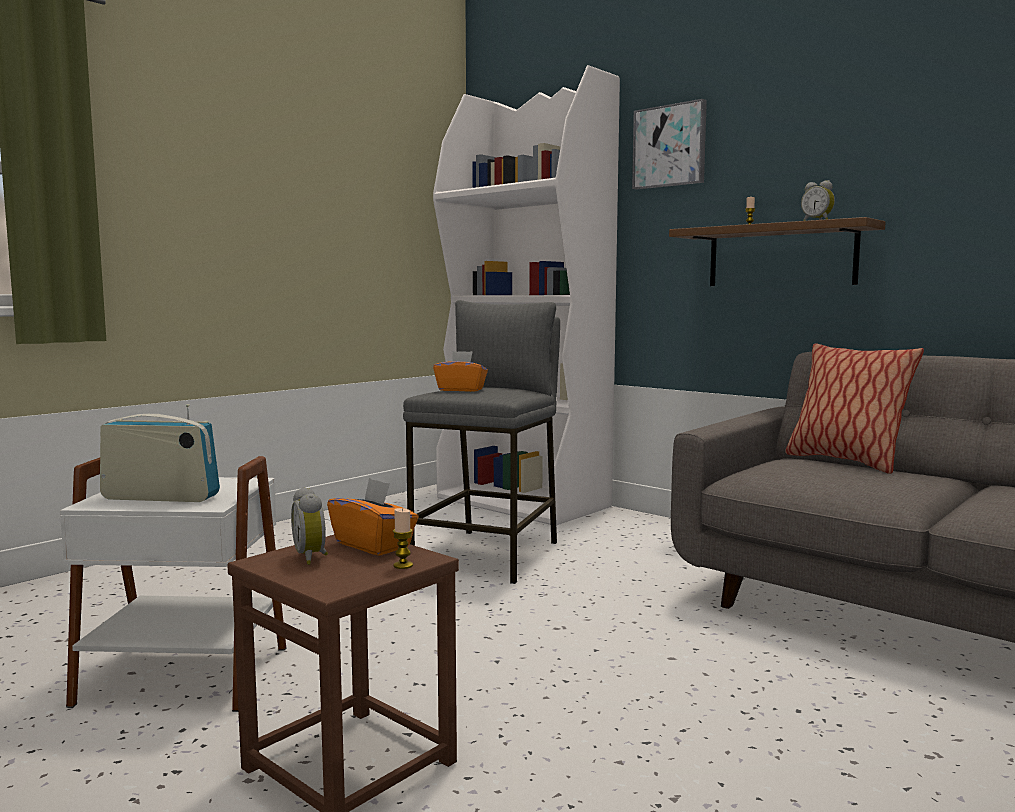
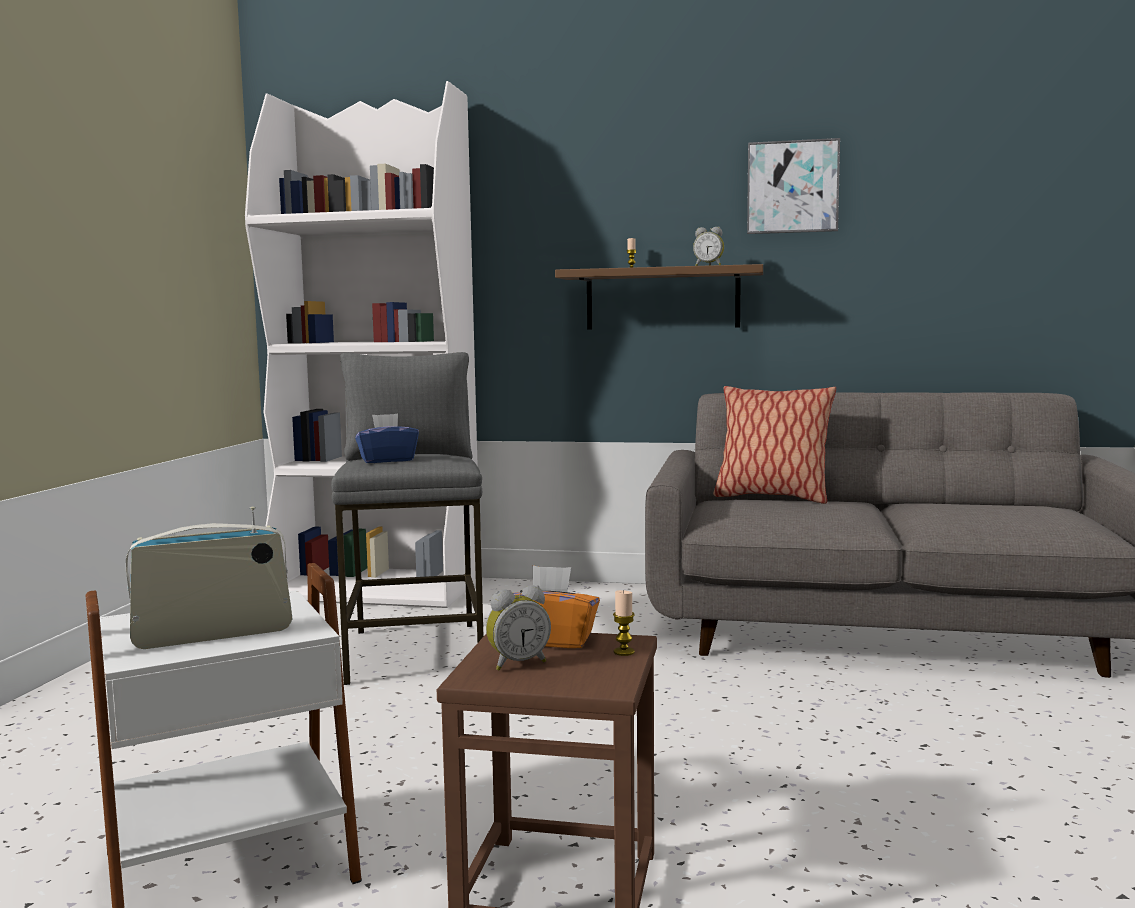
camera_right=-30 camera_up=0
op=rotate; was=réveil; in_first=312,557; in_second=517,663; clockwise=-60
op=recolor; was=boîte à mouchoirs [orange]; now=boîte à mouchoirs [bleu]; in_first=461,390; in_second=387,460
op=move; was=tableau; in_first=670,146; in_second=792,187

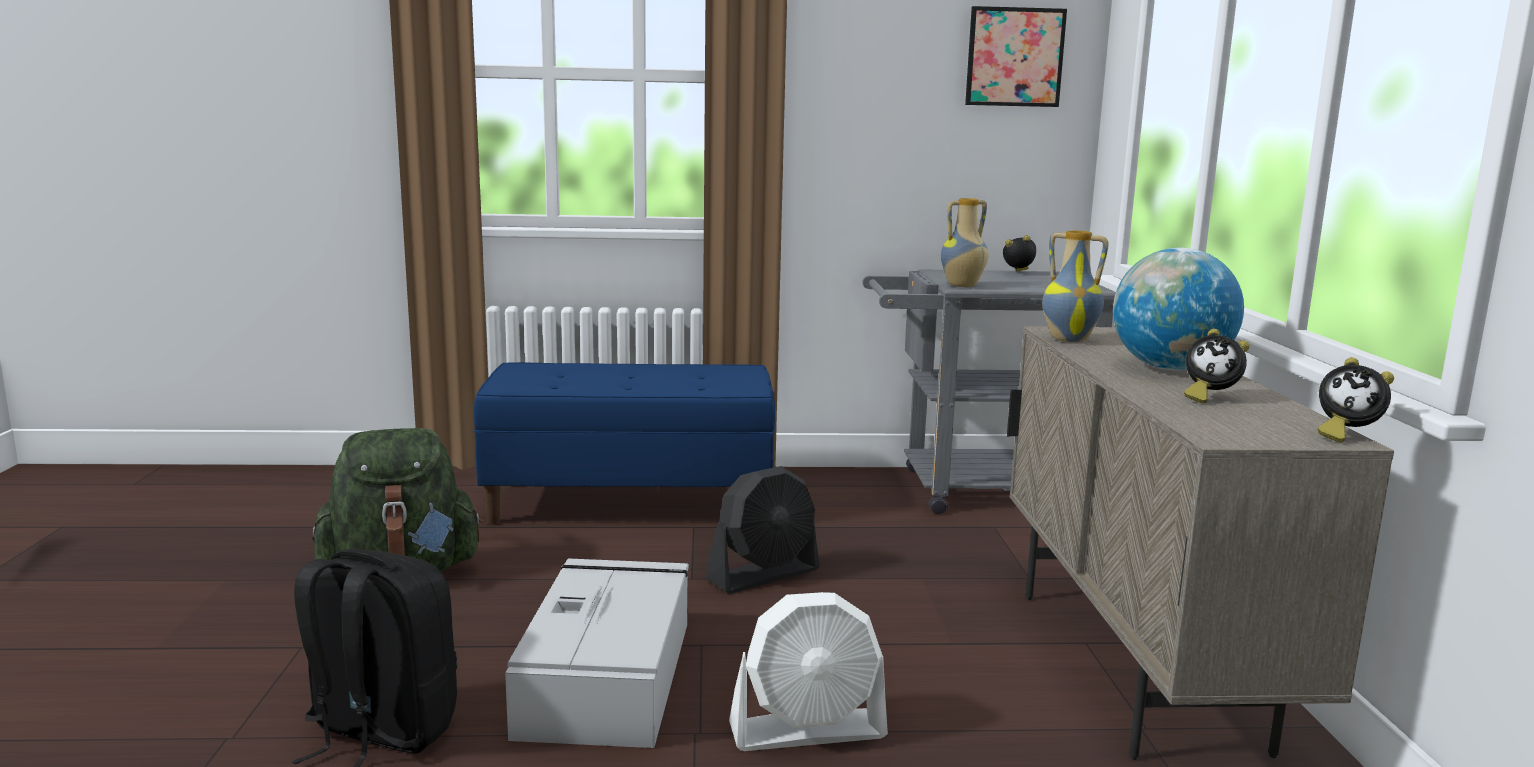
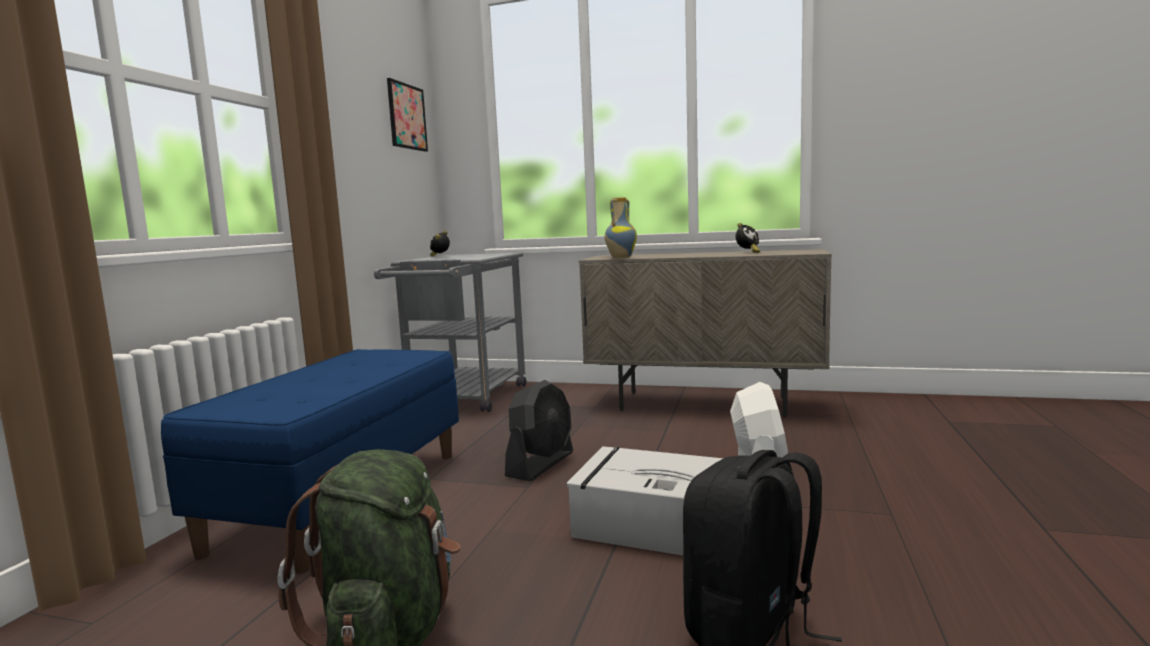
camera_right=-70 camera_up=-5
op=rotate; was=ventilateur [noir]; in_first=764,575; in_second=541,464; clockwise=45
op=delete; was=vase; in_first=962,286
op=delete; was=globe; in_first=1169,368
op=delete; was=réveil; in_first=1345,435

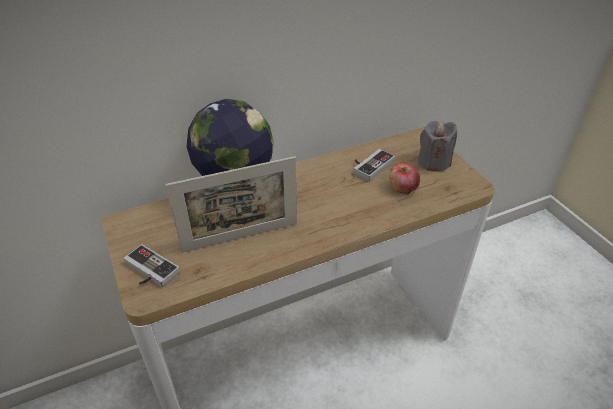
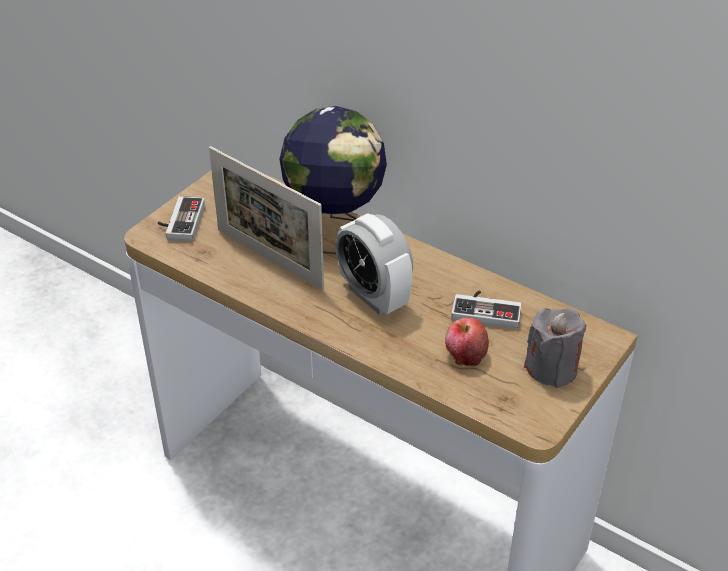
camera_right=60 camera_up=0
op=insert; now=réveil; in_second=373,296

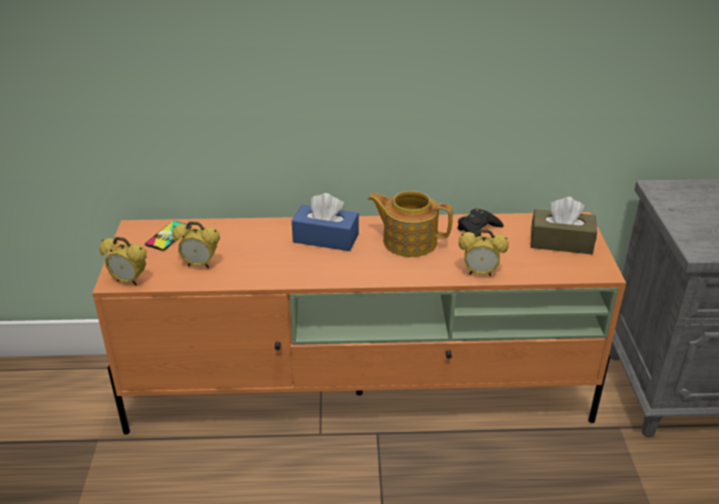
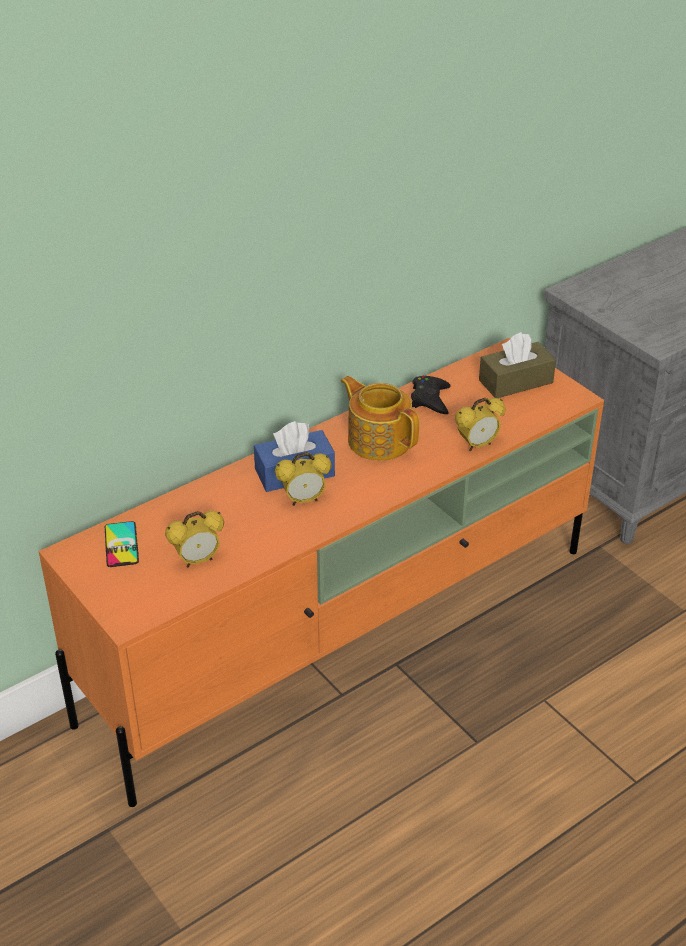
camera_right=-35 camera_up=5
op=move; was=réveil; in_first=129,281; in_second=304,500
op=rotate; was=théière; in_first=408,241; in_second=378,440; clockwise=60

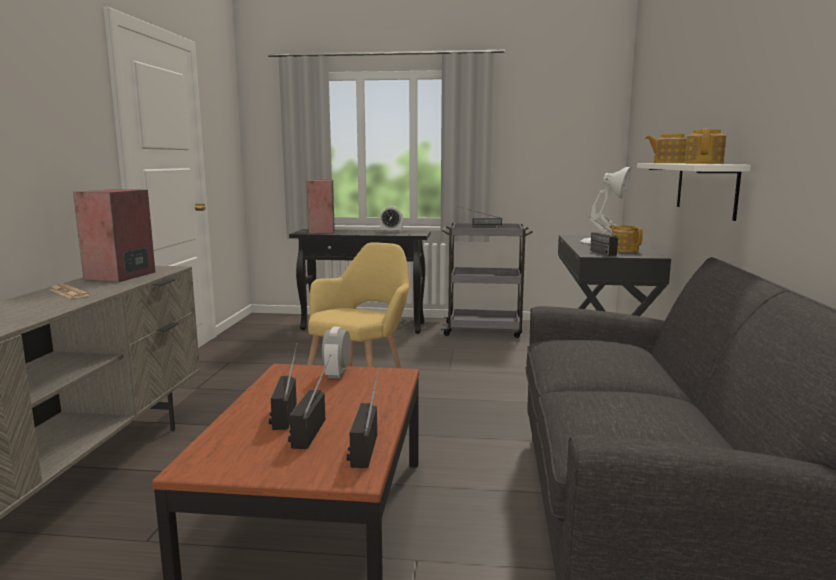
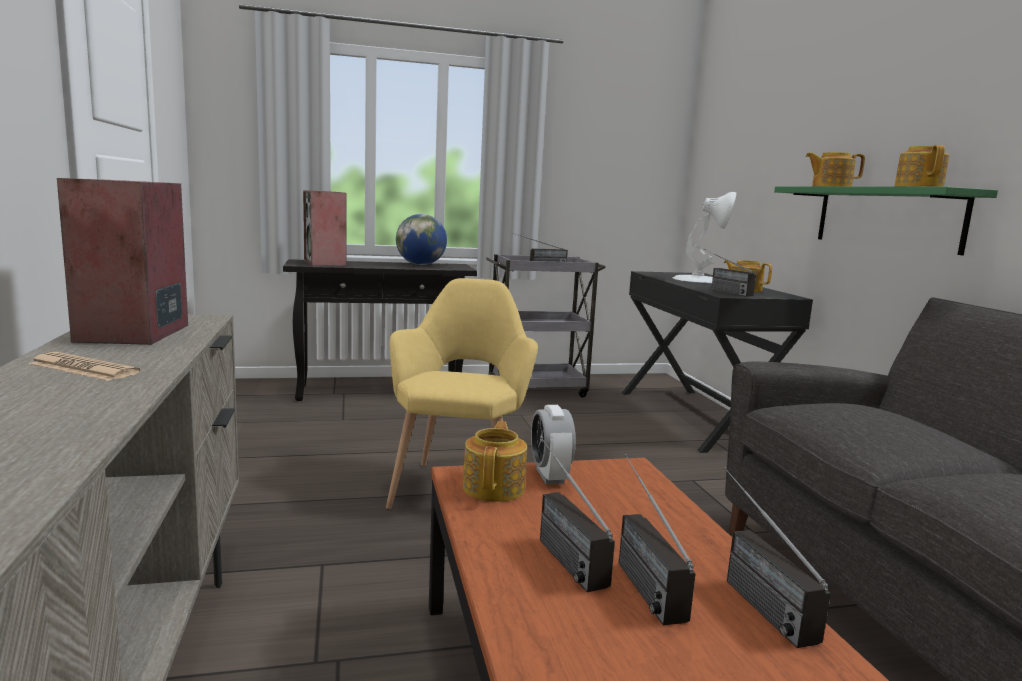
camera_right=-20 camera_up=0
op=replace; was=réveil; now=globe; in_first=391,232; in_second=420,265
op=recolor; was=étagère [blanc]; now=étagère [vert]; in_first=705,188; in_second=886,218
op=insert; now=théière; in_second=495,487

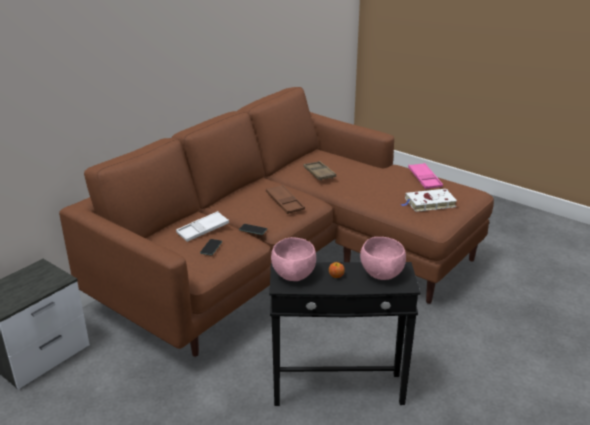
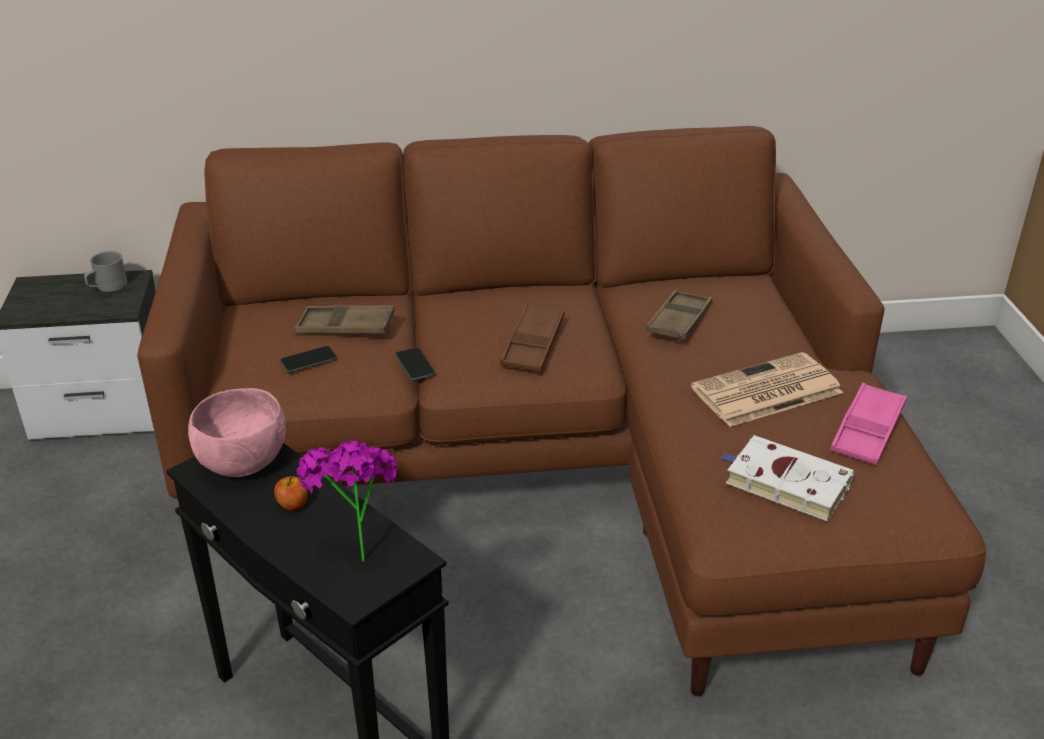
camera_right=45 camera_up=5
op=recolor; was=plateau [blanc]; now=plateau [marron]; in_first=203,230; in_second=345,327
op=replace; was=bol [rose]; now=plante en pot; in_first=381,274; in_second=356,549
op=insert; now=mug [gris]; in_second=107,287
op=insert; now=journal; in_second=765,391

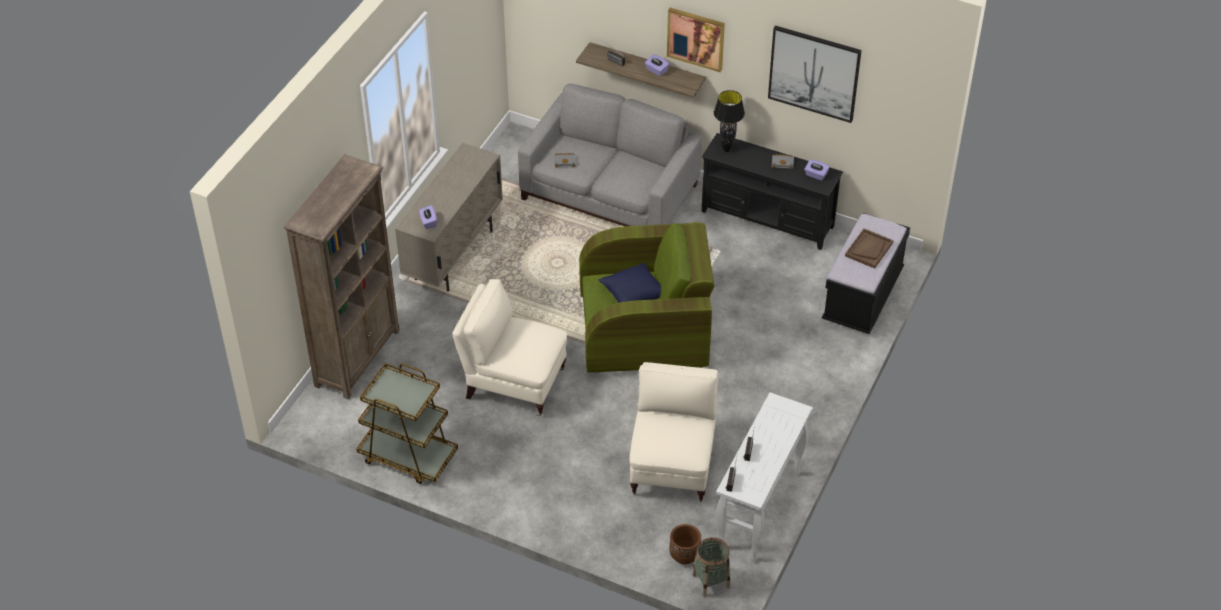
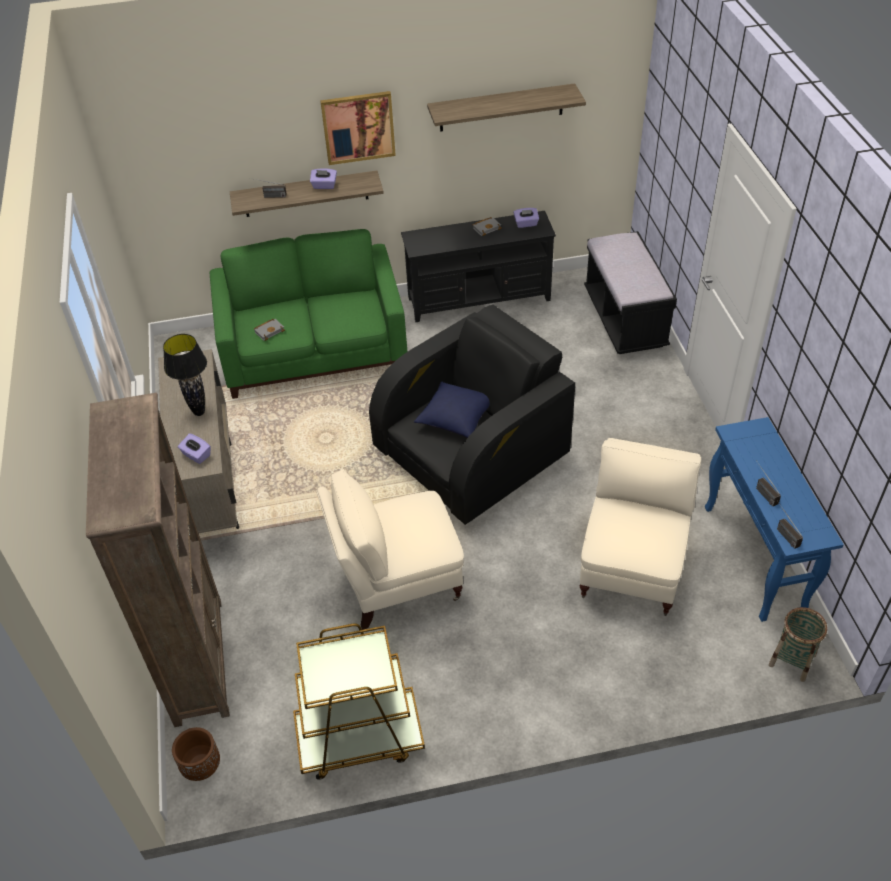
camera_right=-35 camera_up=0
op=recolor; was=canapé [gris]; now=canapé [vert]; in_first=609,192; in_second=313,349
op=recolor; was=fauteuil [vert]; now=fauteuil [noir]; in_first=644,330; in_second=473,453
op=rotate; was=fauteuil [beige]; in_first=673,464; in_second=633,565; clockwise=45
op=move; was=cache-pot [marron]; in_first=684,555; in_second=201,766
op=move; was=lampe de table [noir]; in_first=726,150; in_second=199,412
op=recolor; was=table console [blanc]; now=table console [bleu]; in_first=759,511; in_second=754,559
op=replace; was=tableau; now=étagère; in_first=814,73; in_second=501,108
op=delete; was=plateau [marron]; in_first=868,249

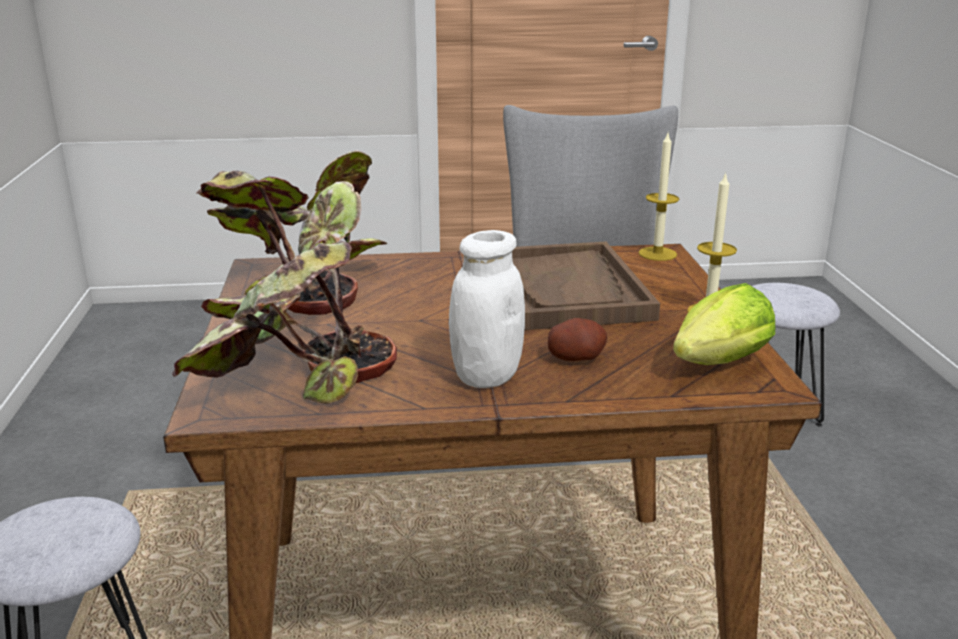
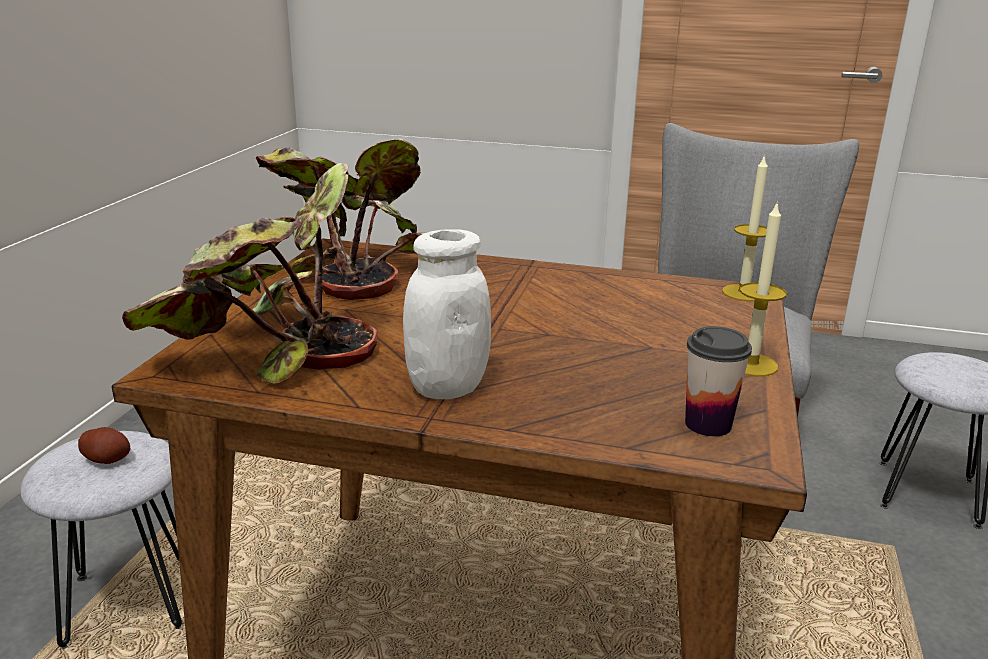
camera_right=20 camera_up=0
op=delete; was=plateau [marron]; in_first=565,290
op=move; was=pomme de terre; in_first=576,358; in_second=107,459
op=replace; was=laitue; now=tasse; in_first=716,365; in_second=708,424

